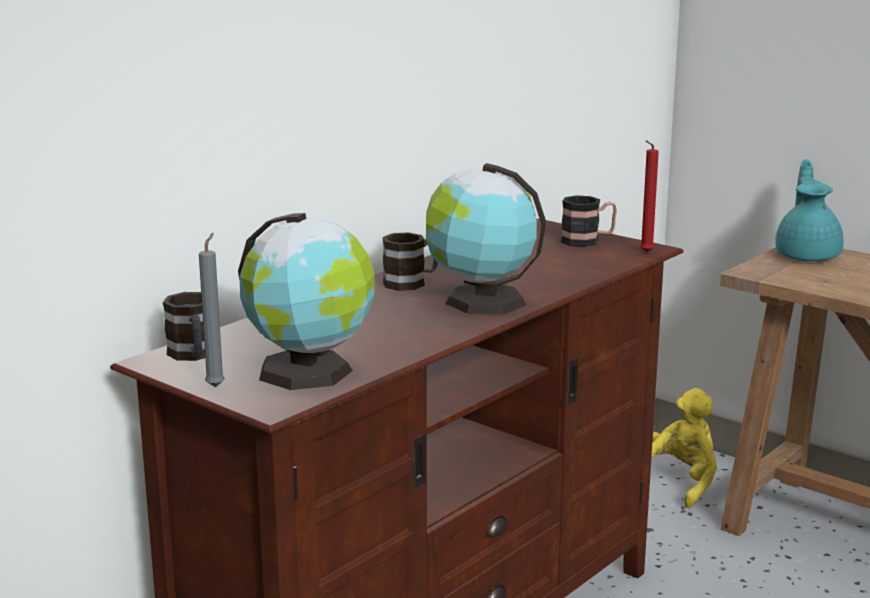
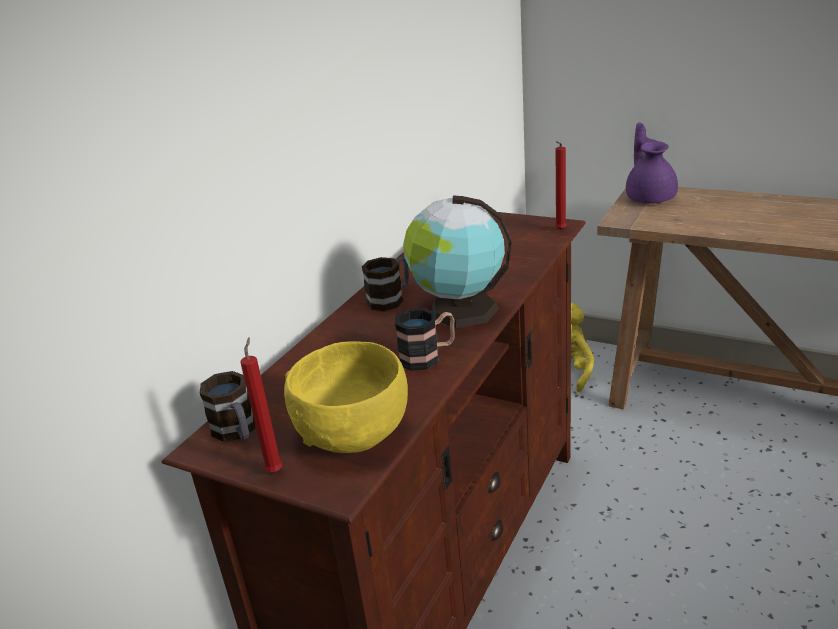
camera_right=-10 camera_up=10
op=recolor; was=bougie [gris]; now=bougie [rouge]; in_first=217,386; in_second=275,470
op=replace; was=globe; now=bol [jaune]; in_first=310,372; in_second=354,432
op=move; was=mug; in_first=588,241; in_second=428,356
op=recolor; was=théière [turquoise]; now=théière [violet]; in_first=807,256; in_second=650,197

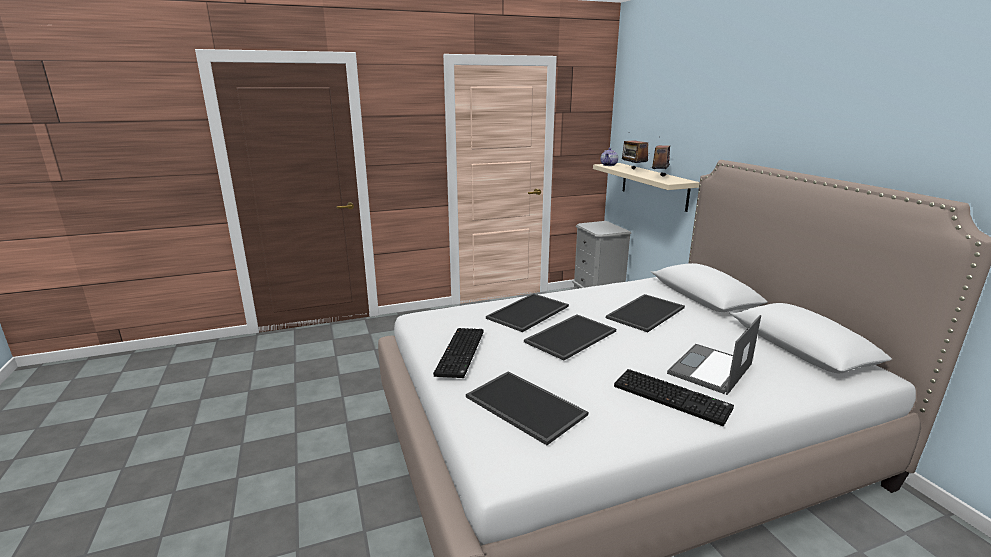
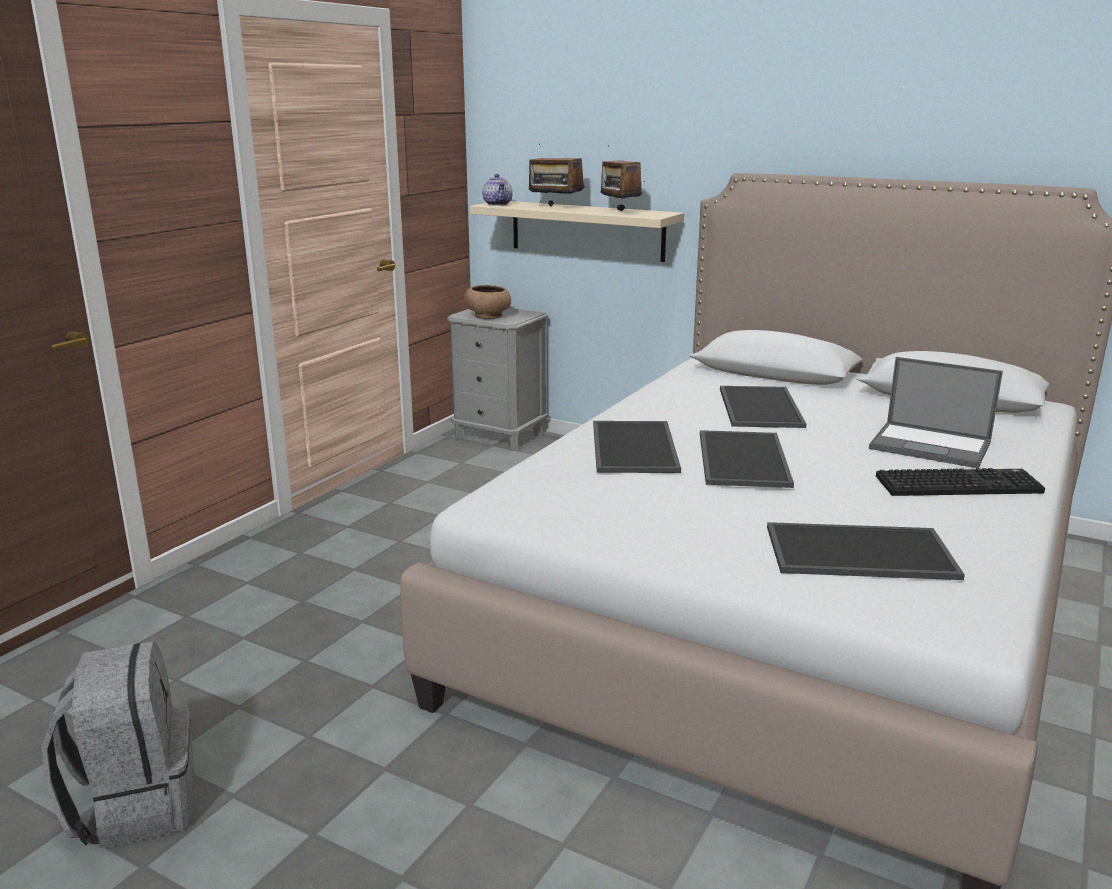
camera_right=-40 camera_up=0
op=delete; was=clavier; in_first=461,353
op=rotate; was=ordinateur portable; in_first=710,369; in_second=931,446; clockwise=-60
op=insert; now=sac à dos [gris]; in_second=135,804
op=insert; now=bol [marron]; in_second=488,316

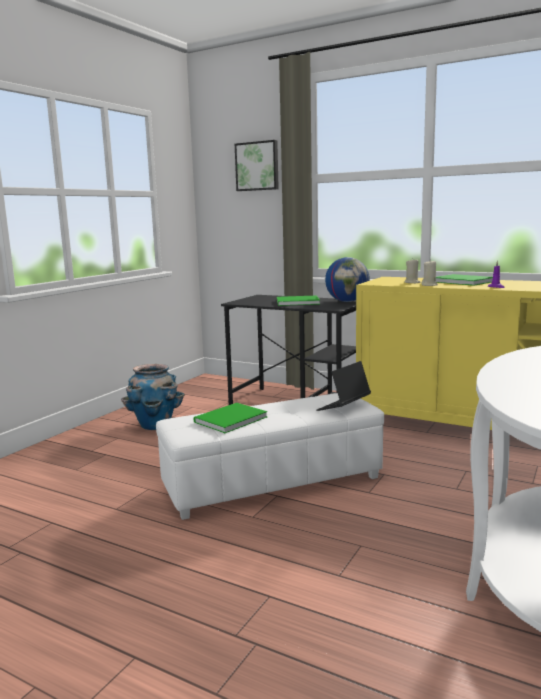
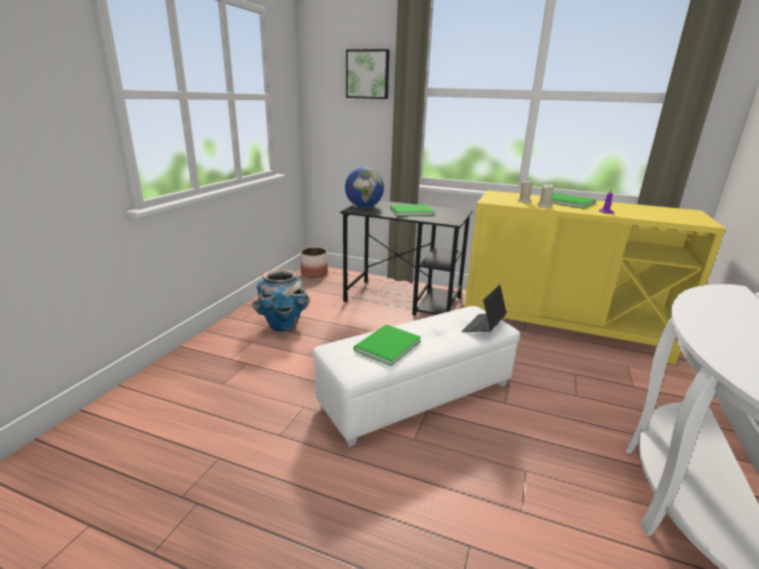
camera_right=-10 camera_up=10
op=move; was=globe; in_first=347,301; in_second=364,207
op=insert; now=cache-pot; in_second=314,273

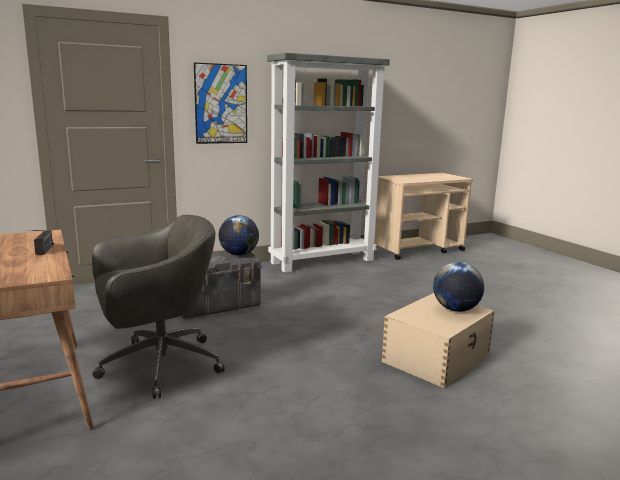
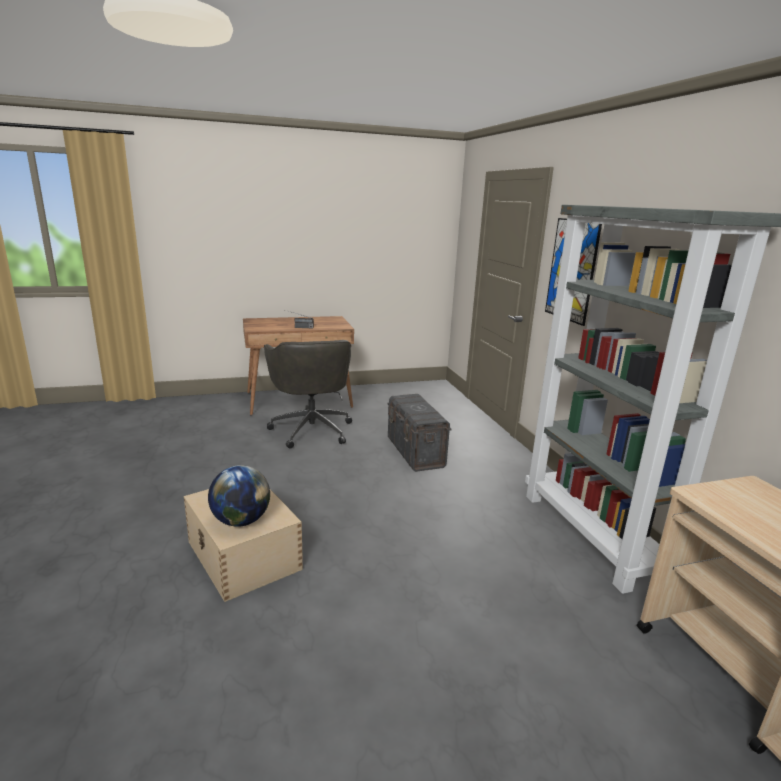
camera_right=100 camera_up=5
op=delete; was=globe; in_first=238,254

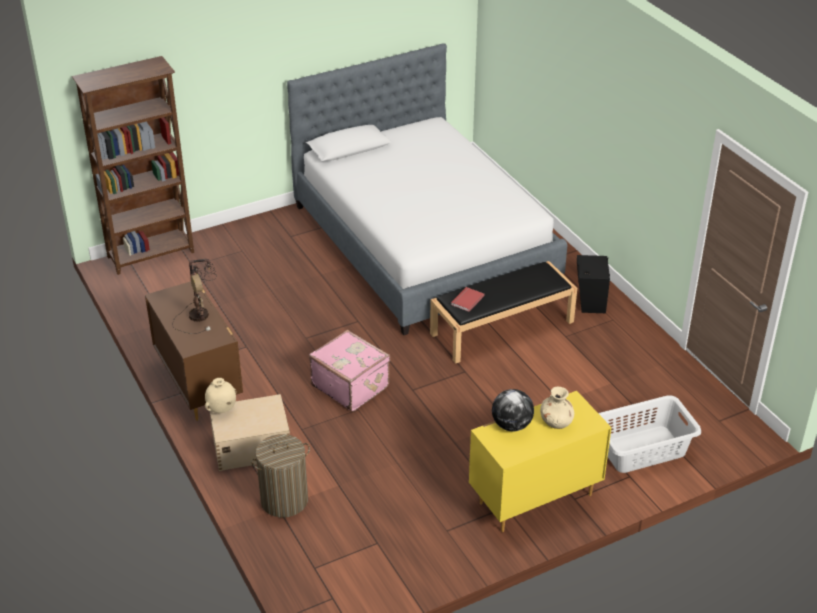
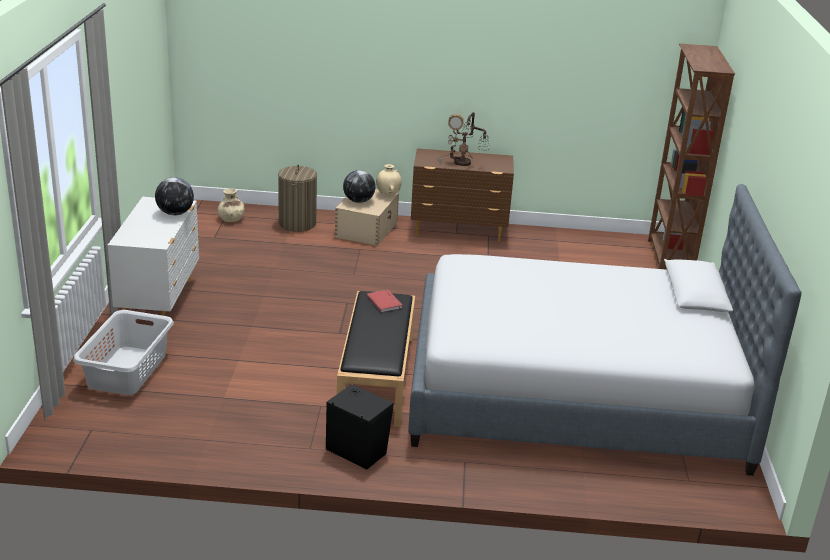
camera_right=120 camera_up=-10
op=delete; was=valise [rose]; in_first=351,385
op=recolor; was=commode [jaune]; now=commode [blanc]; in_first=534,498; in_second=159,301
op=move; was=vase [beige]; in_first=556,422; in_second=231,219
op=insert; now=globe; in_second=359,201

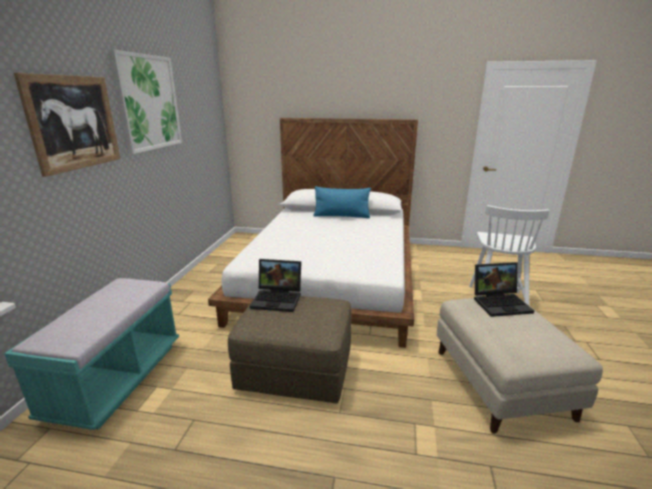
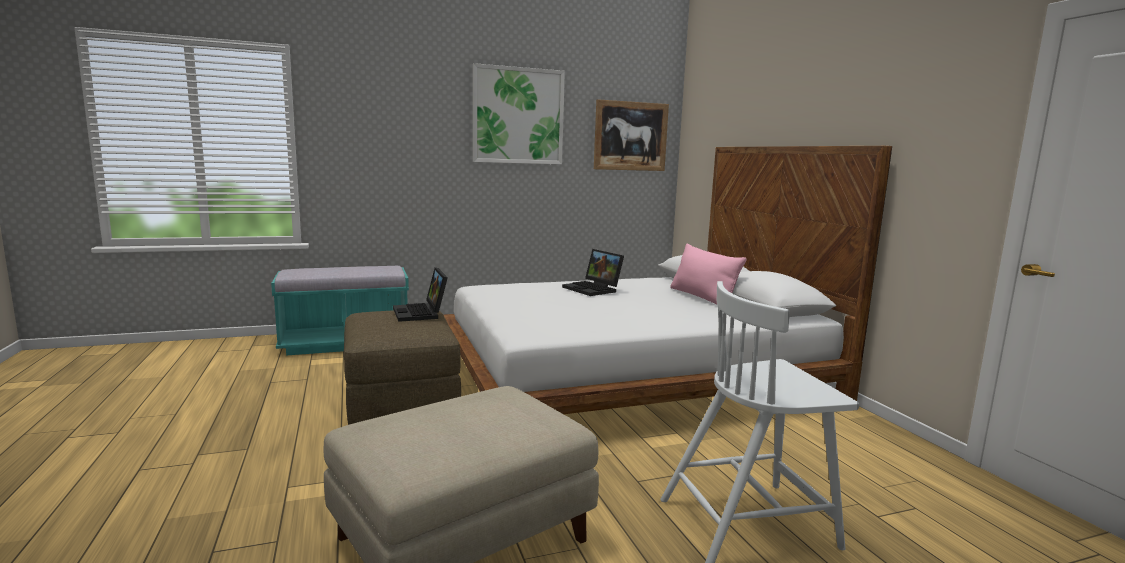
camera_right=60 camera_up=-10
op=move; was=tableau; in_first=74,122; in_second=630,136
op=recolor; was=coussin [bleu]; now=coussin [rose]; in_first=341,216; in_second=702,297
op=move; was=ordinateur portable; in_first=501,303; in_second=594,289

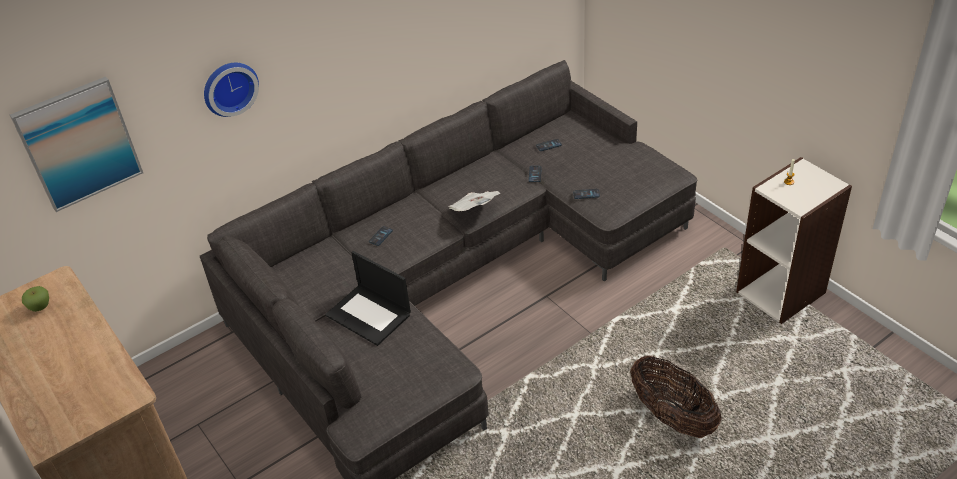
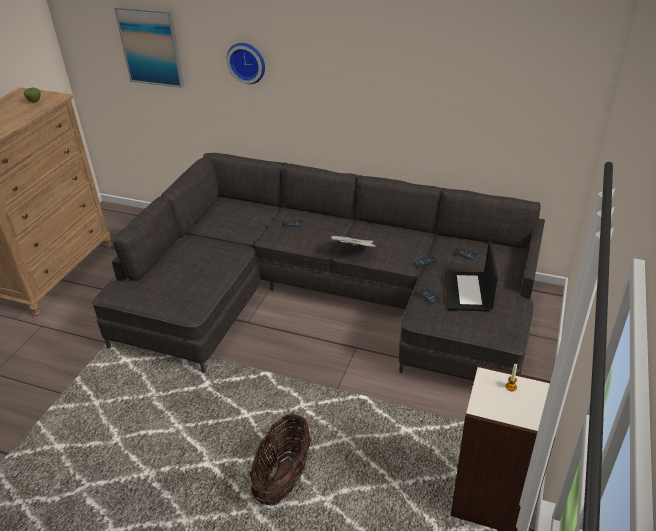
camera_right=55 camera_up=-5
op=move; was=ordinateur portable; in_first=370,315; in_second=468,292

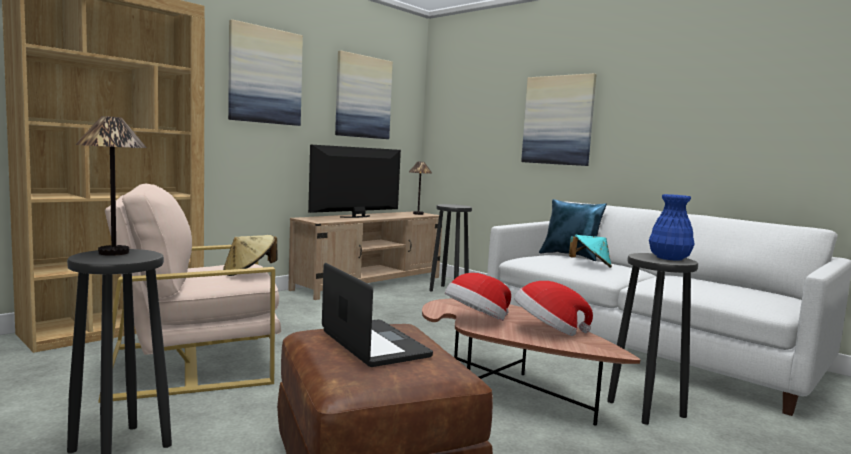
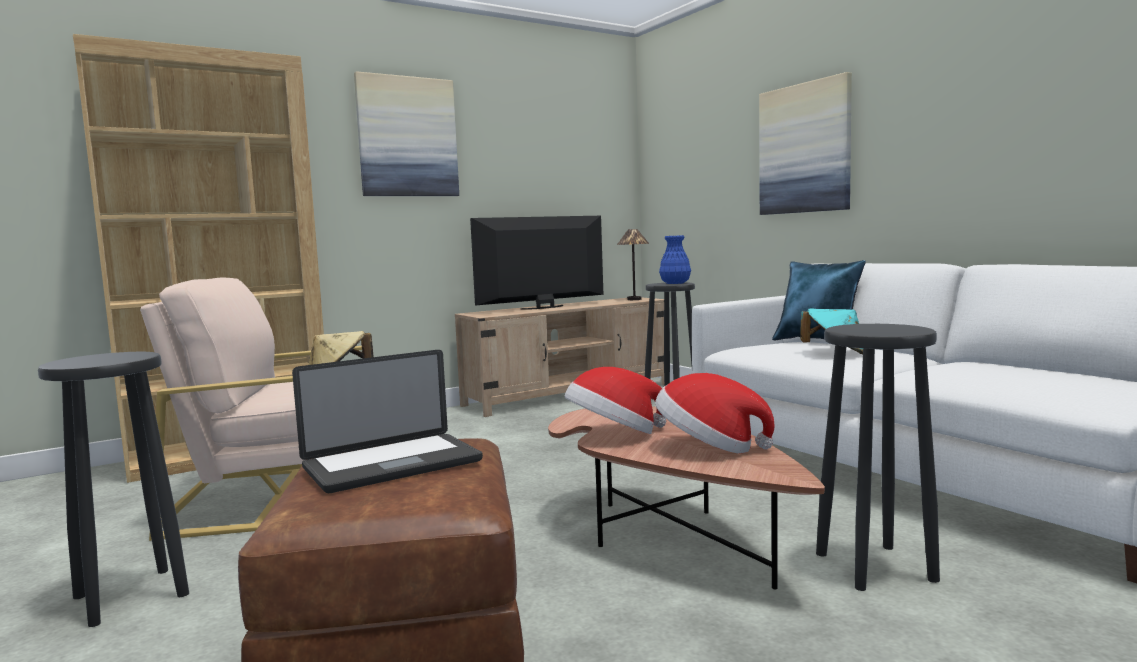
camera_right=15 camera_up=0
op=delete; was=lampe de table; in_first=113,253
op=rotate; was=ordinateur portable; in_first=374,344; in_second=392,465; clockwise=75
op=delete; was=tableau; in_first=363,97
op=move; was=vase [bleu]; in_first=669,258; in_second=675,283

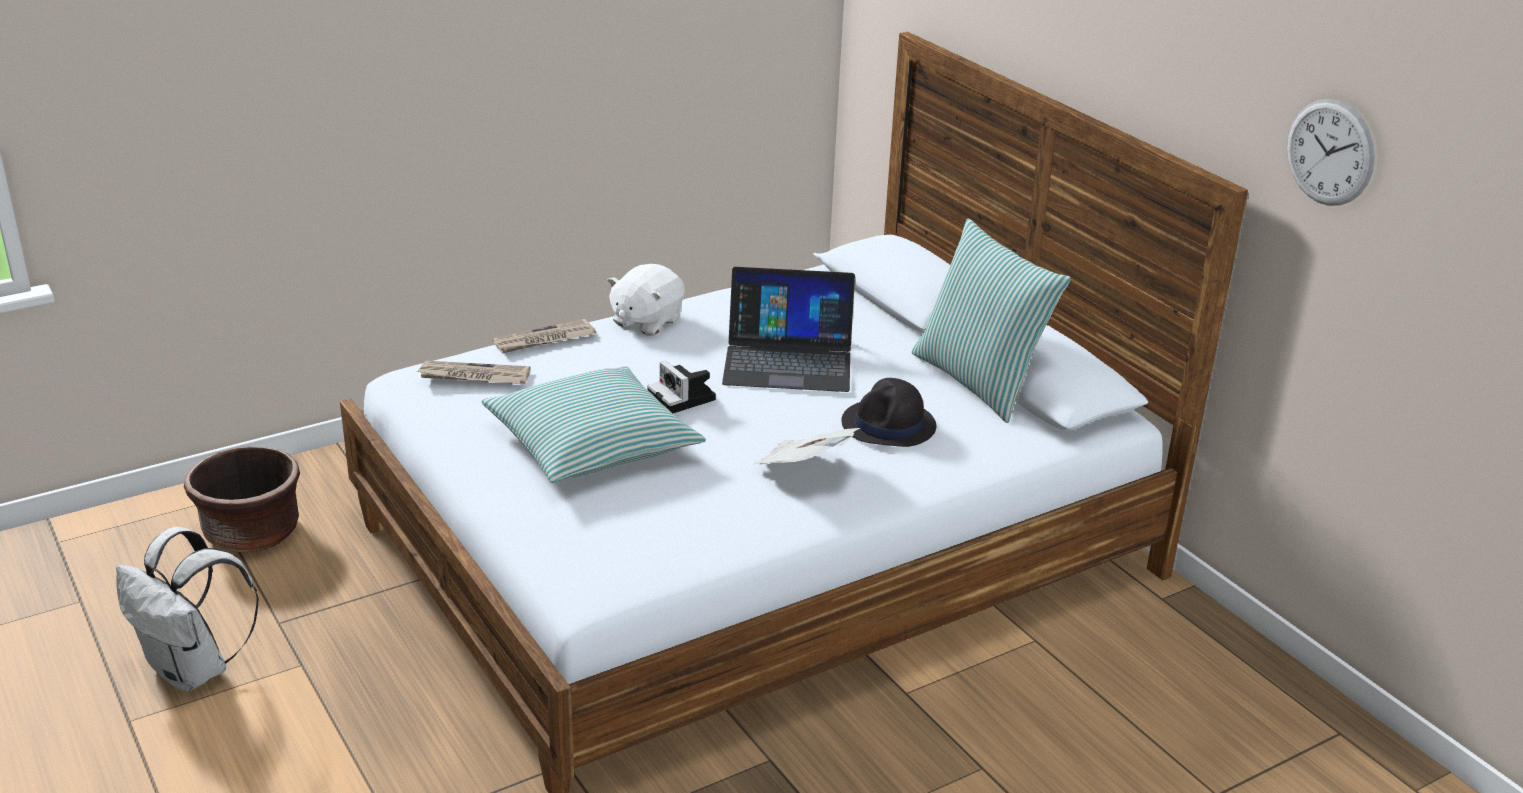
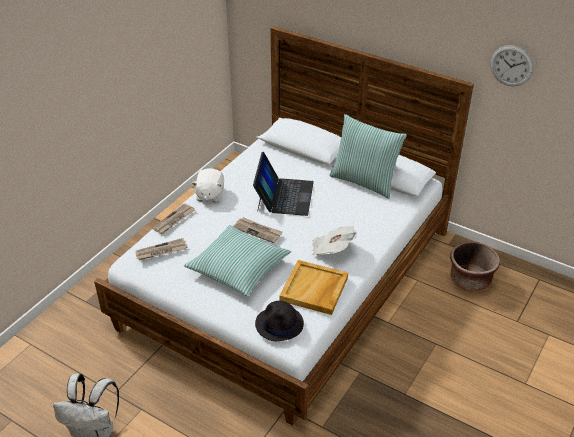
camera_right=-25 camera_up=10
op=move; was=cache-pot [marron]; in_first=251,533; in_second=470,280
op=replace; was=appareil photo; now=journal; in_first=683,398; in_second=258,231
op=rotate; was=ordinateur portable; in_first=788,360; in_second=284,196; clockwise=-60
op=move; was=chapeau [noir]; in_first=889,425; in_second=279,324
op=insert; now=plateau [beige]; in_second=314,289

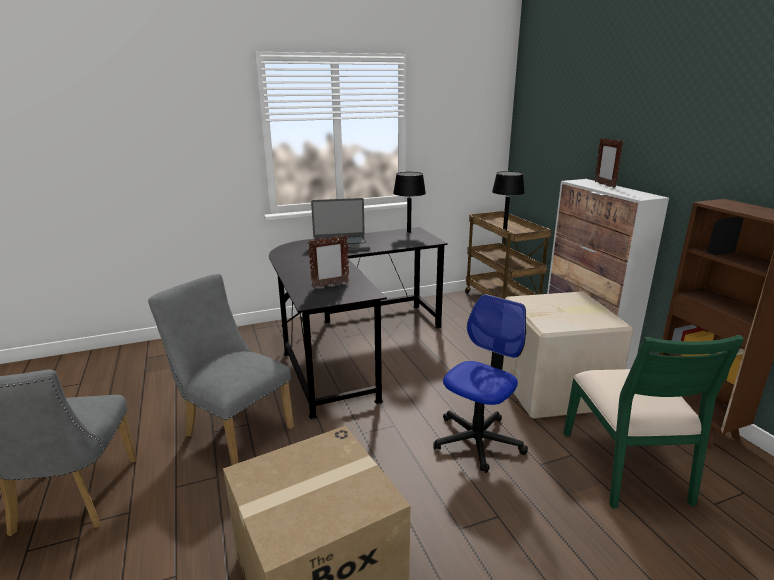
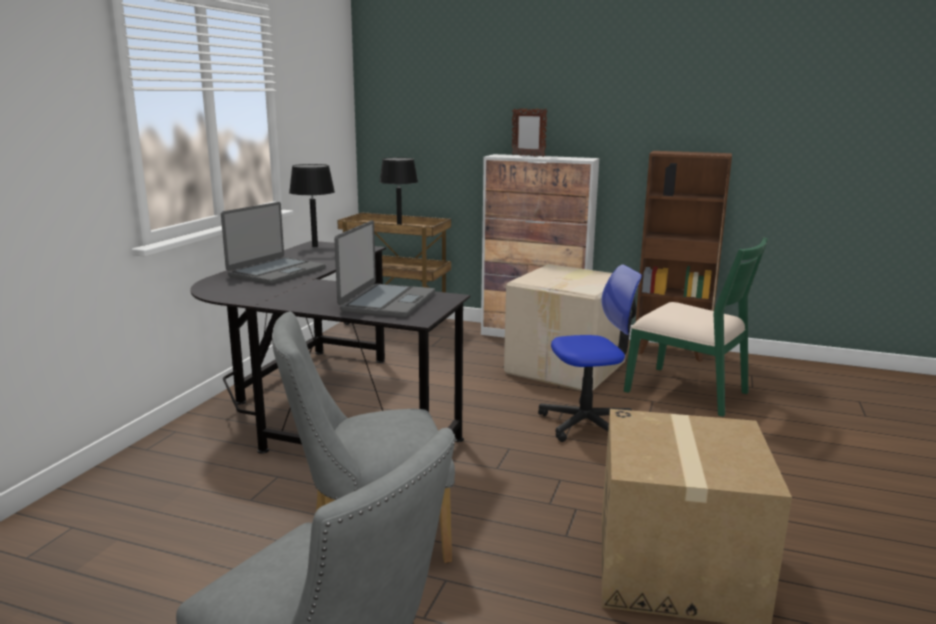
camera_right=-50 camera_up=-5
op=replace; was=cadre photo; now=ordinateur portable; in_first=330,285; in_second=387,302
op=rotate; was=chaise de bureau; in_first=477,441; in_second=587,424; clockwise=90

